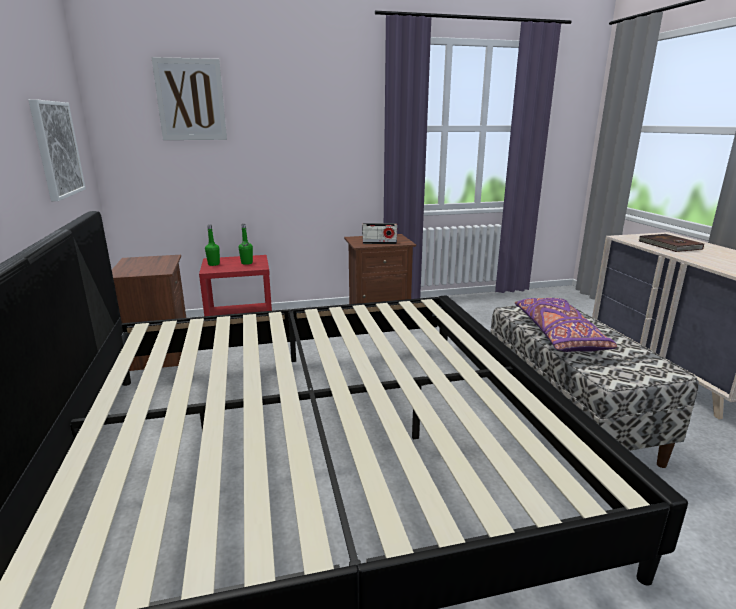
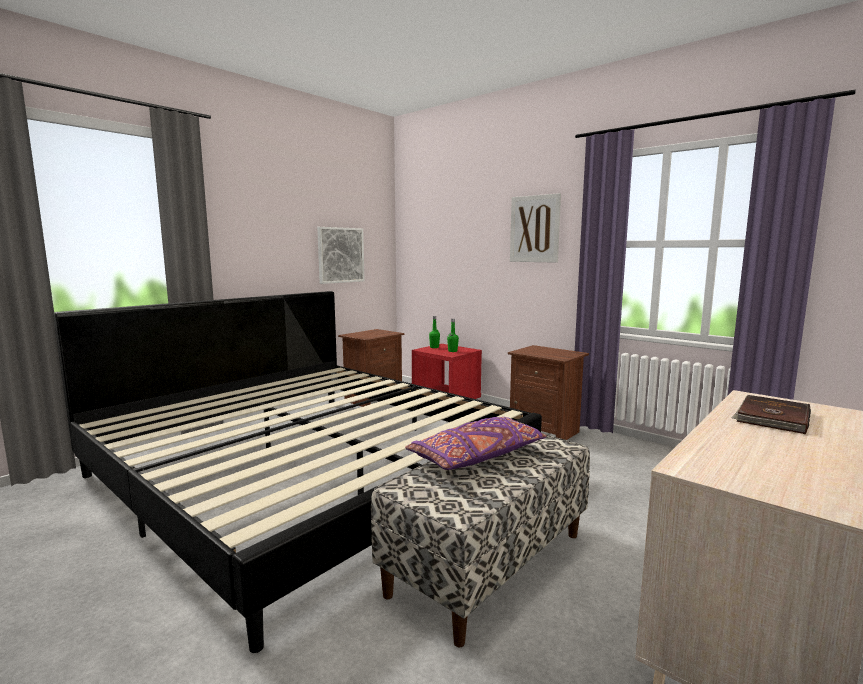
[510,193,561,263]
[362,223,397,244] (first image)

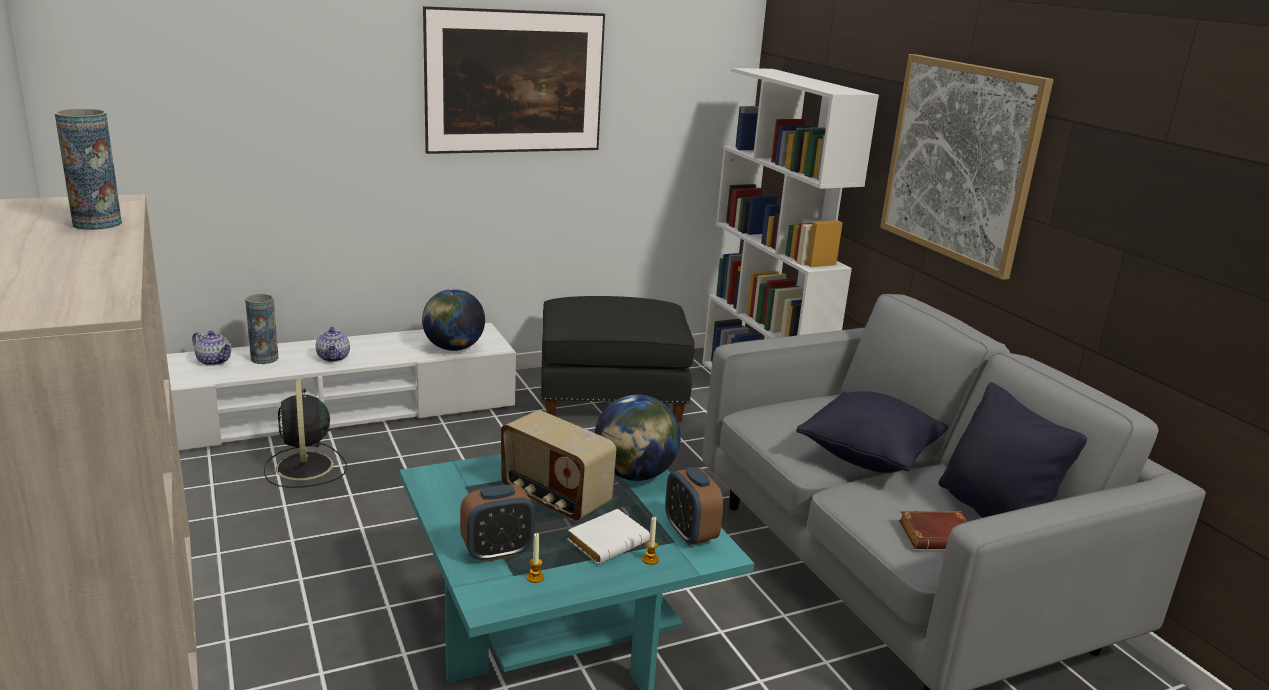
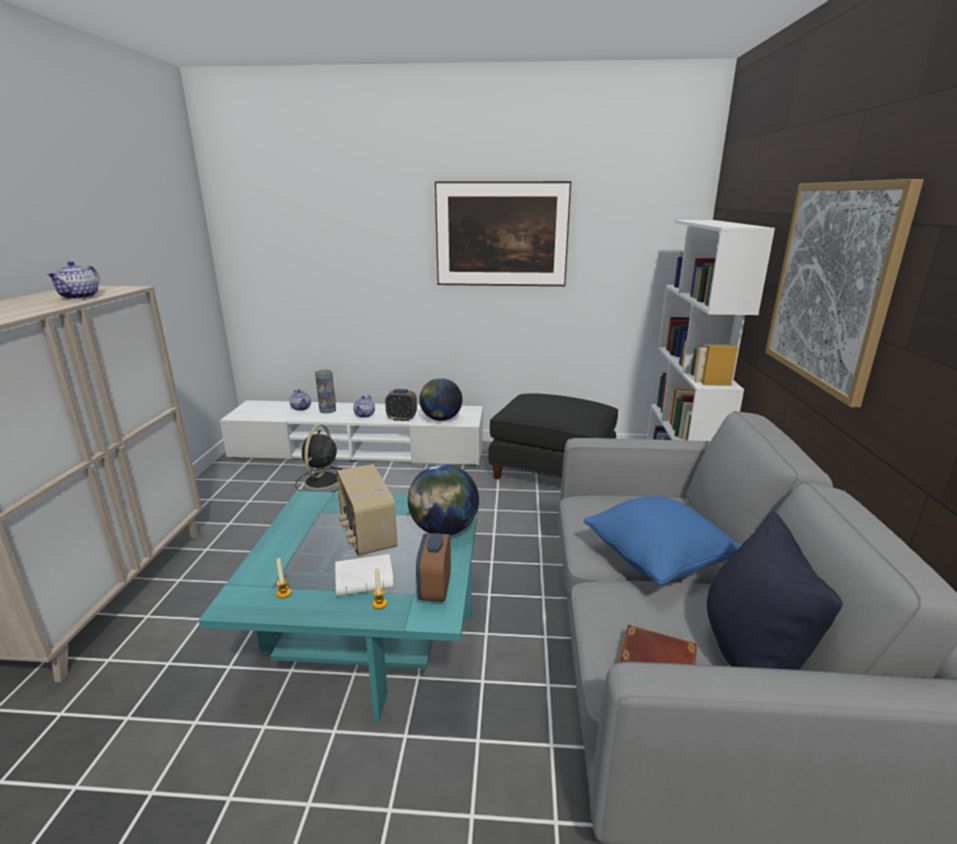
[47,261,100,299]
[583,496,742,585]
[385,389,417,421]

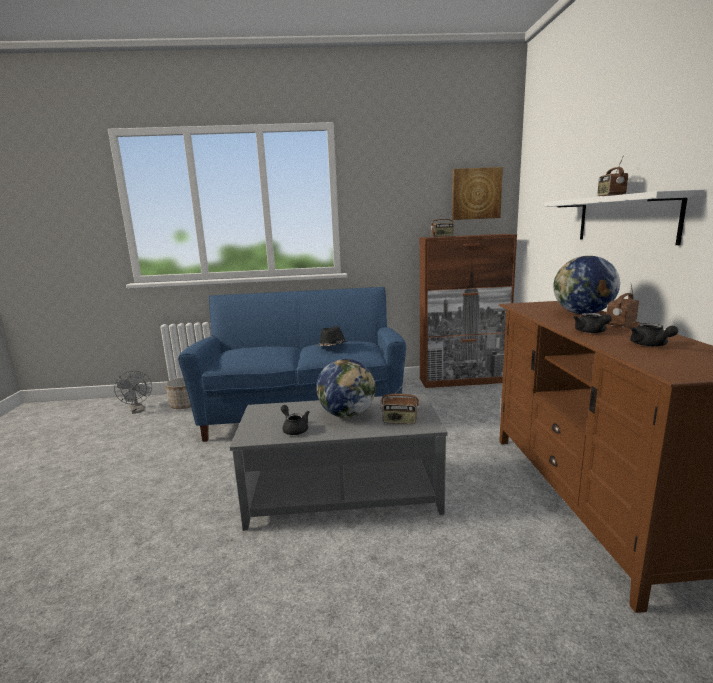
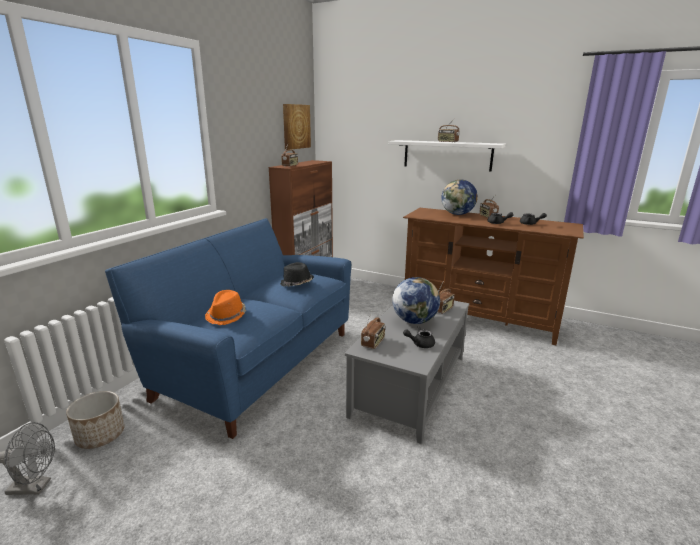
[205,290,246,325]
[361,310,385,349]

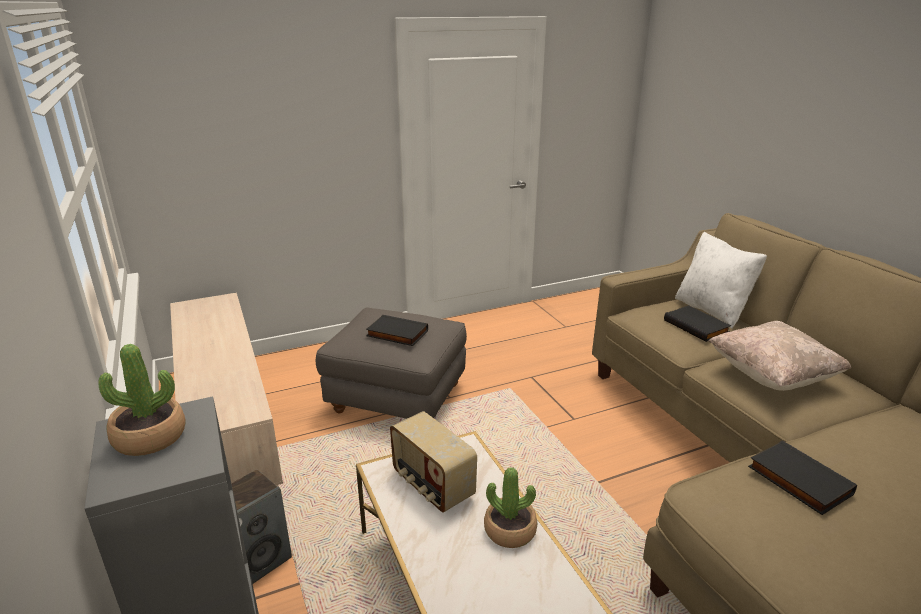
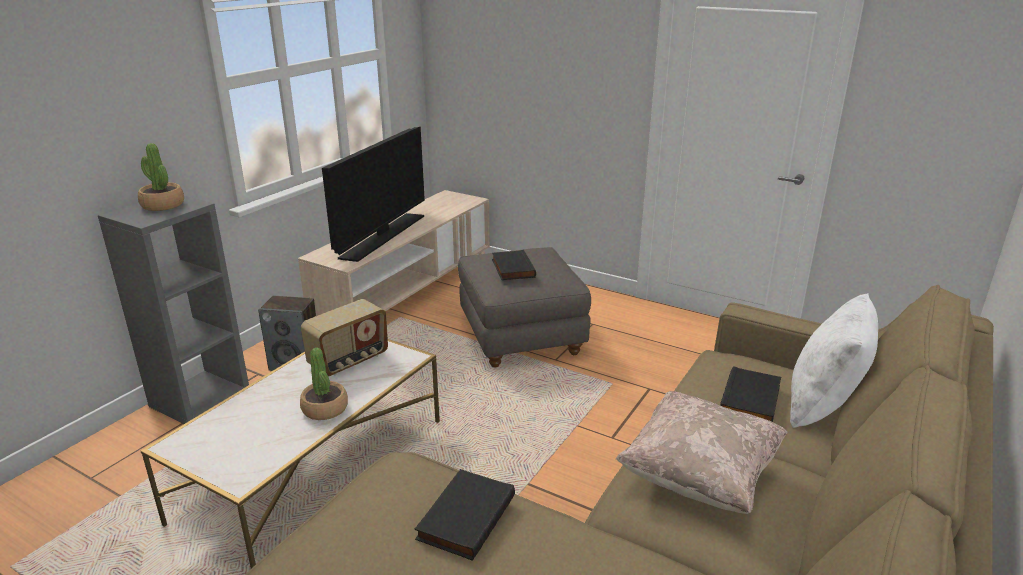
[301,299,388,376]
[322,126,425,262]

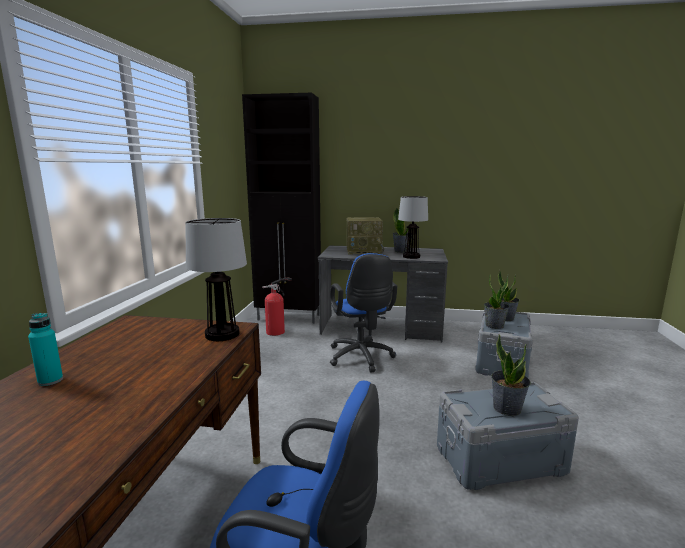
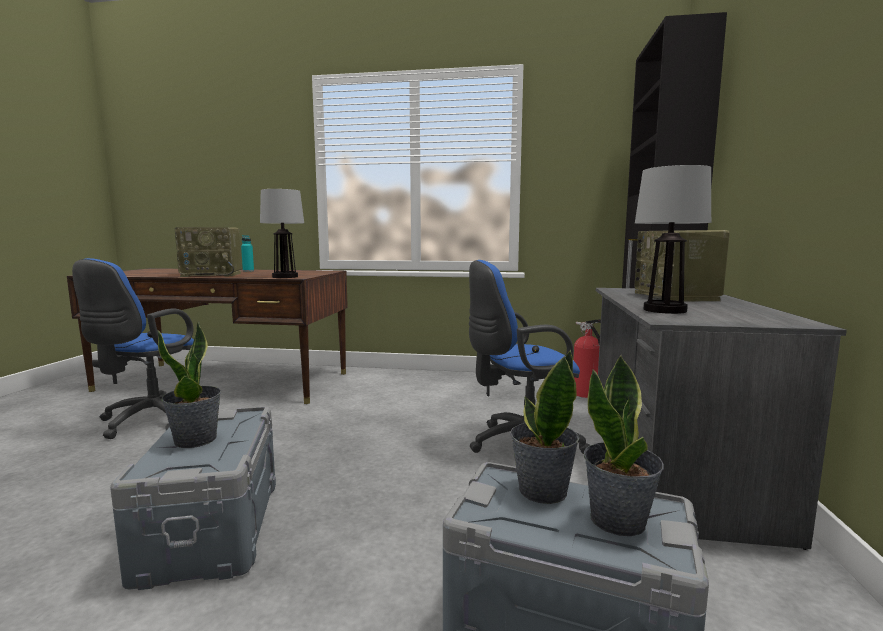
[393,207,412,253] (first image)
[175,227,242,277]

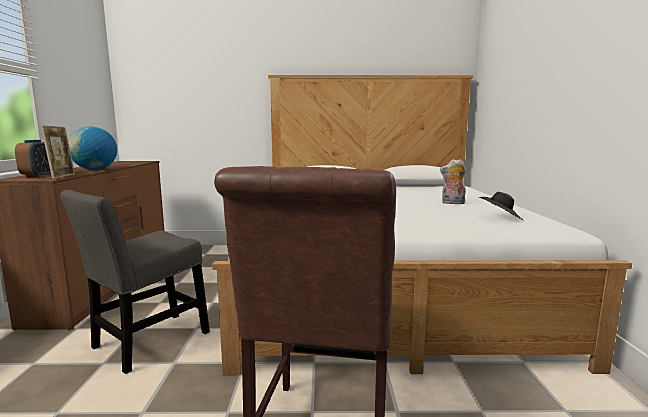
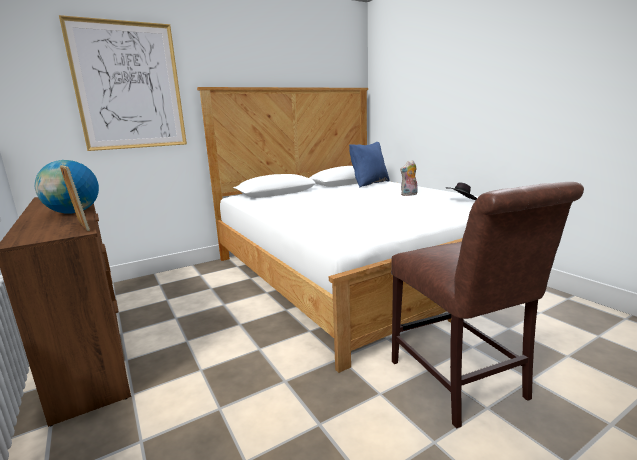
[15,140,51,177] (first image)
[60,189,210,374] (first image)
[59,15,187,151]
[349,142,390,188]

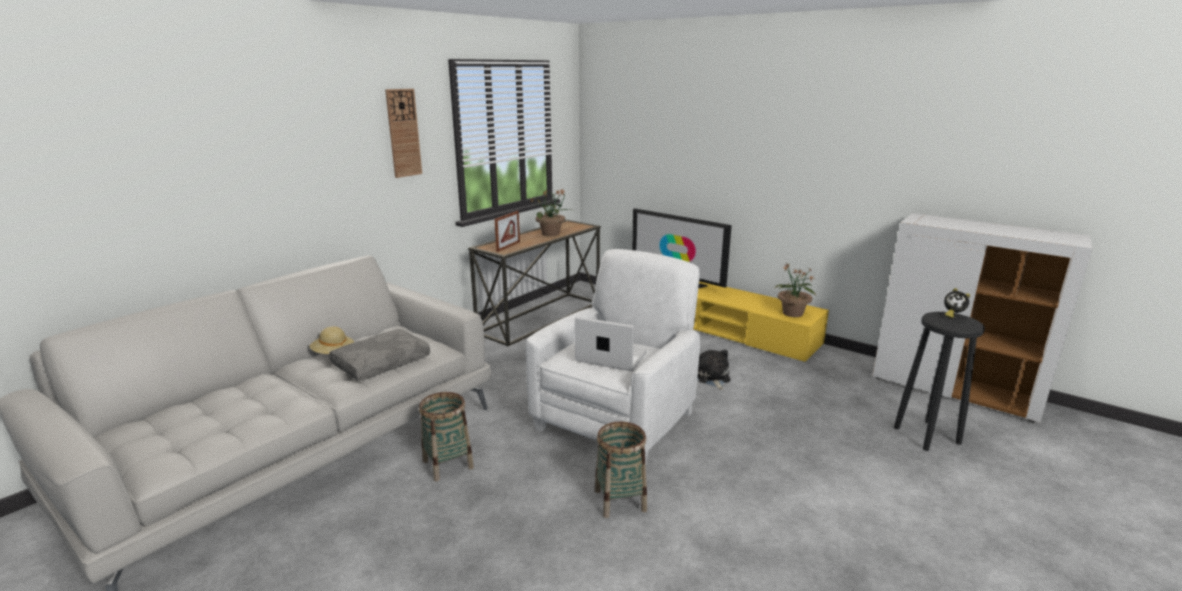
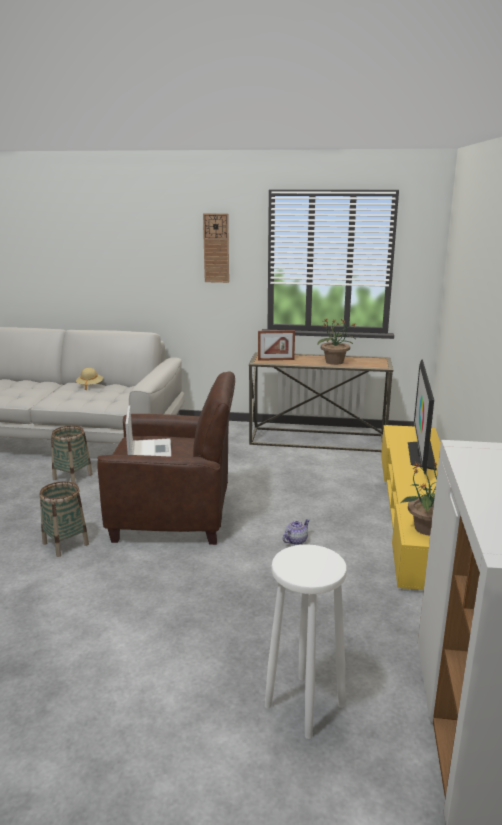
[97,371,235,545]
[944,288,970,318] (first image)
[265,544,347,739]
[329,329,430,381] (first image)
[283,519,310,545]

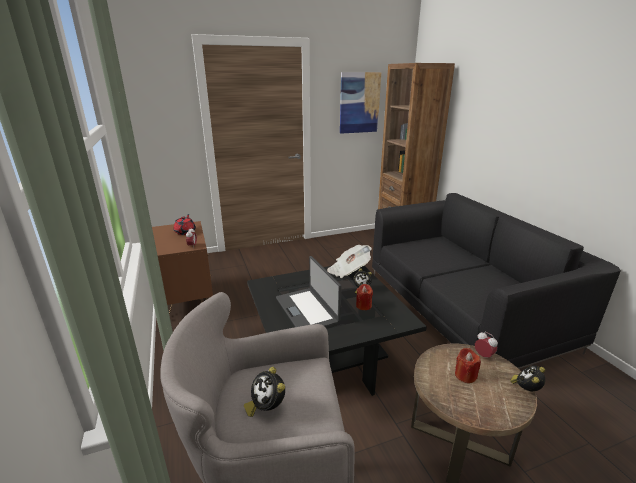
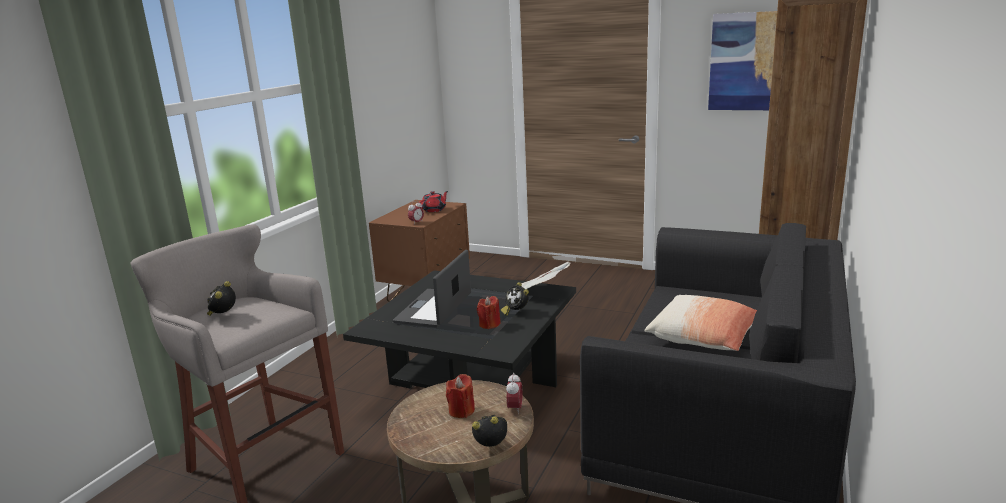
[645,295,757,351]

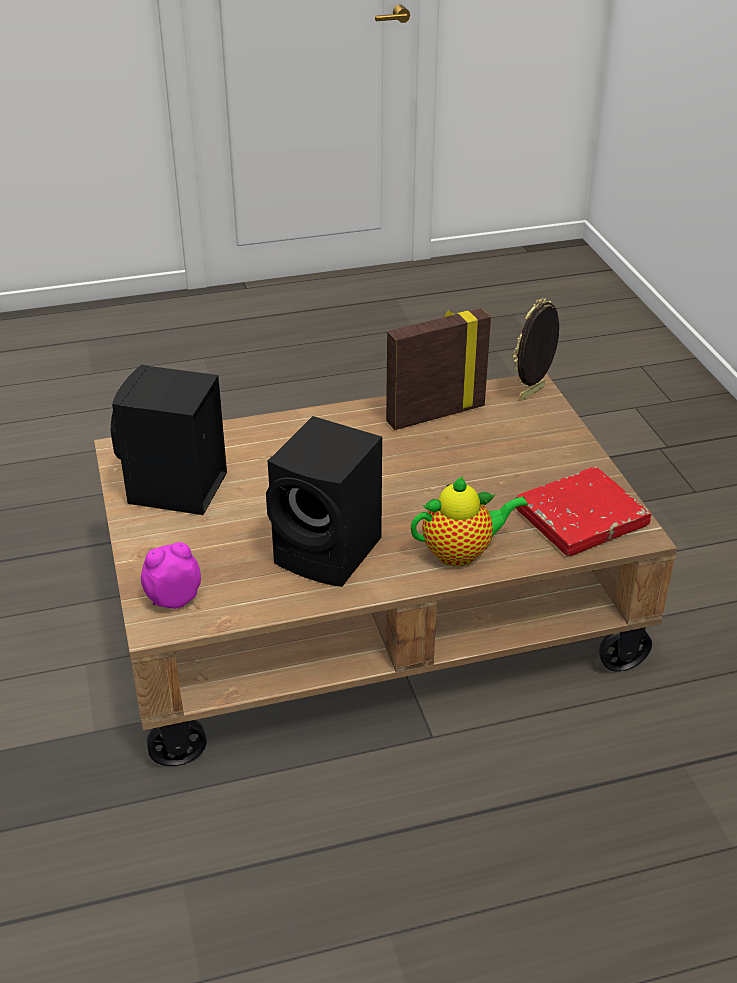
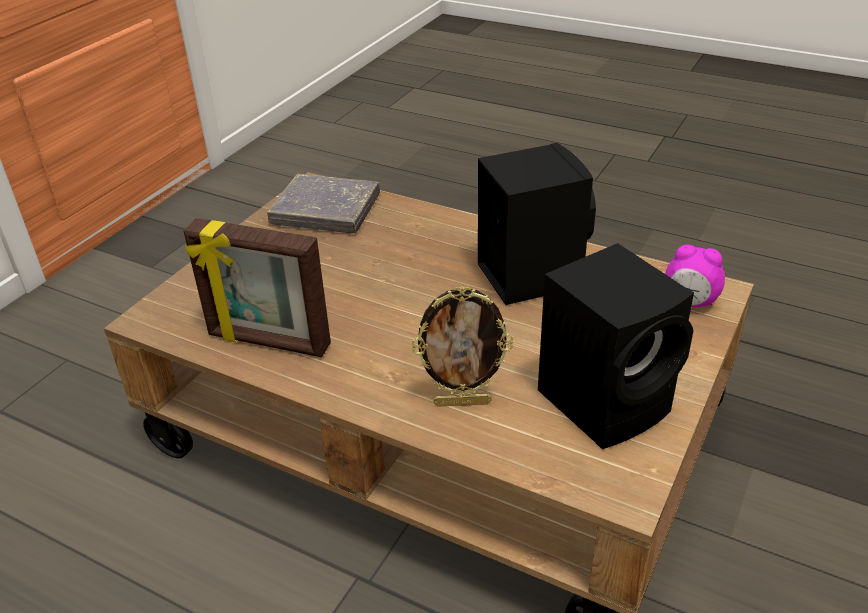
[411,286,514,407]
[267,174,380,234]
[411,476,528,566] (first image)

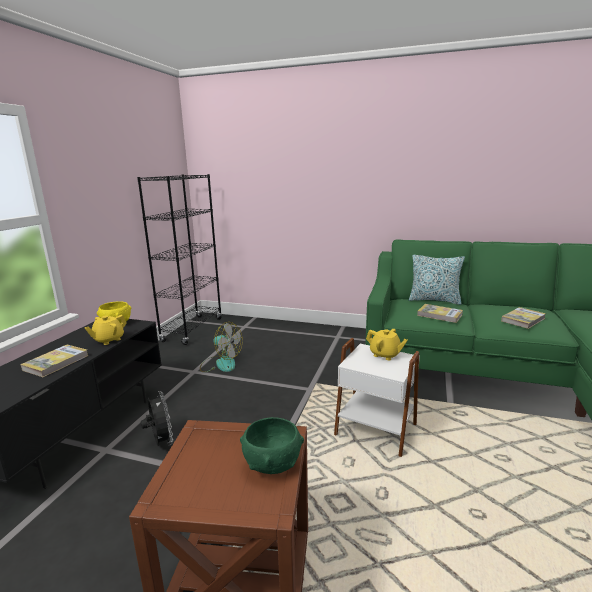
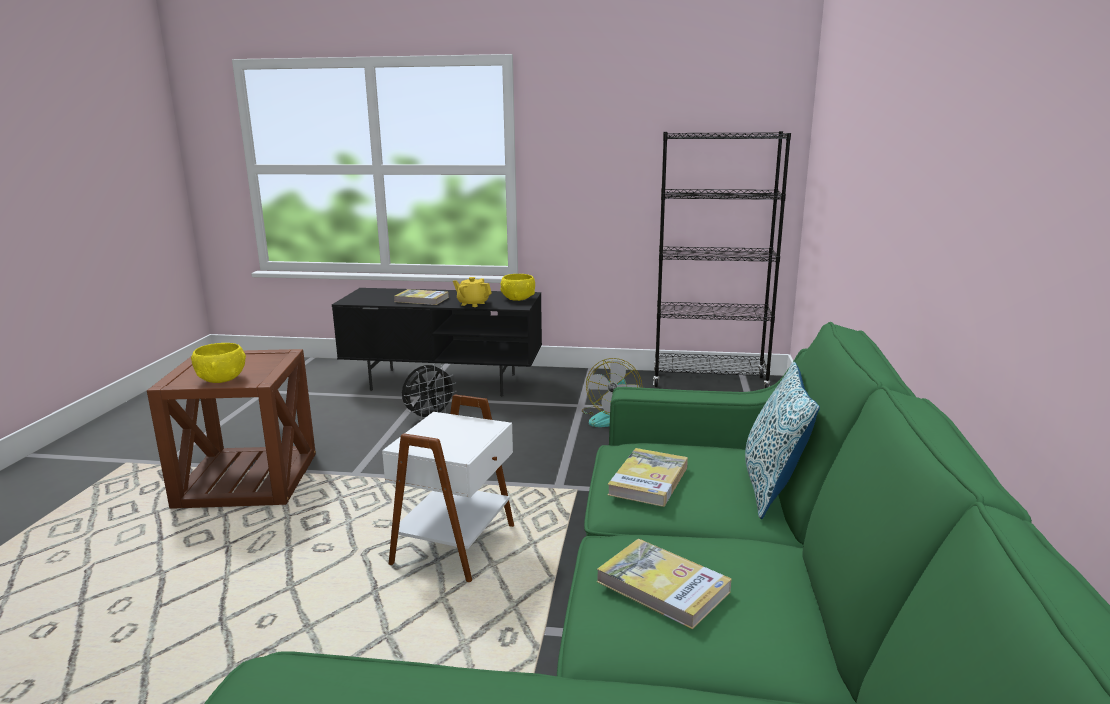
[366,329,408,360] (first image)
[191,343,246,383]

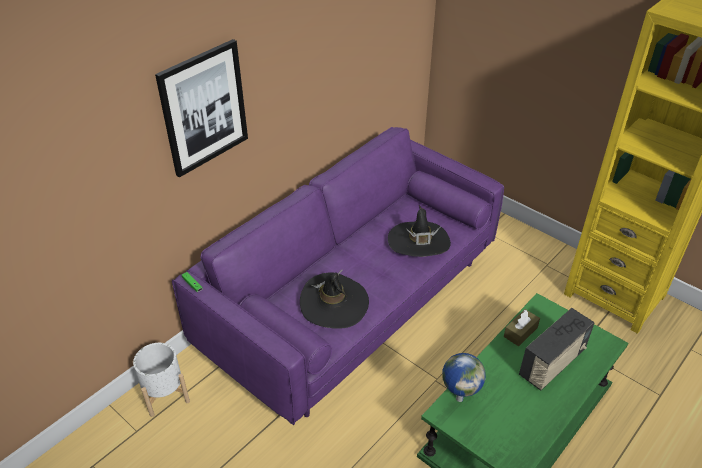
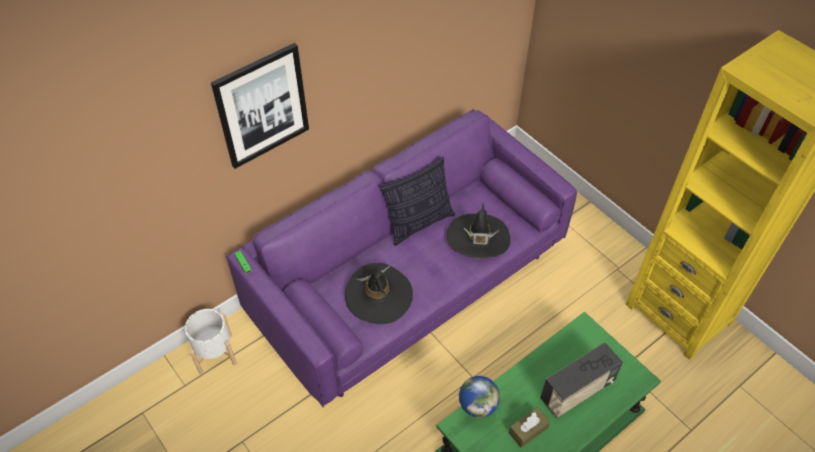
[509,407,550,448]
[380,157,455,246]

